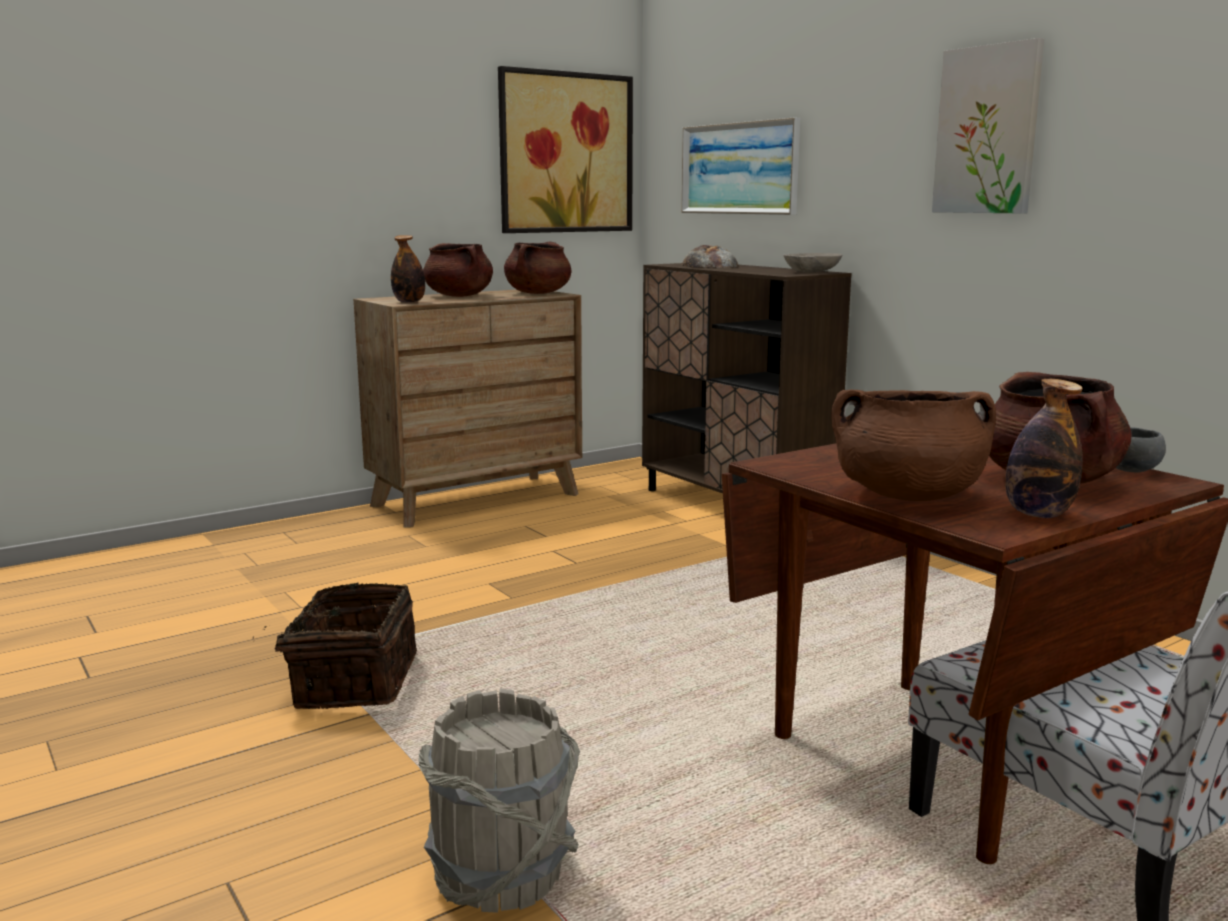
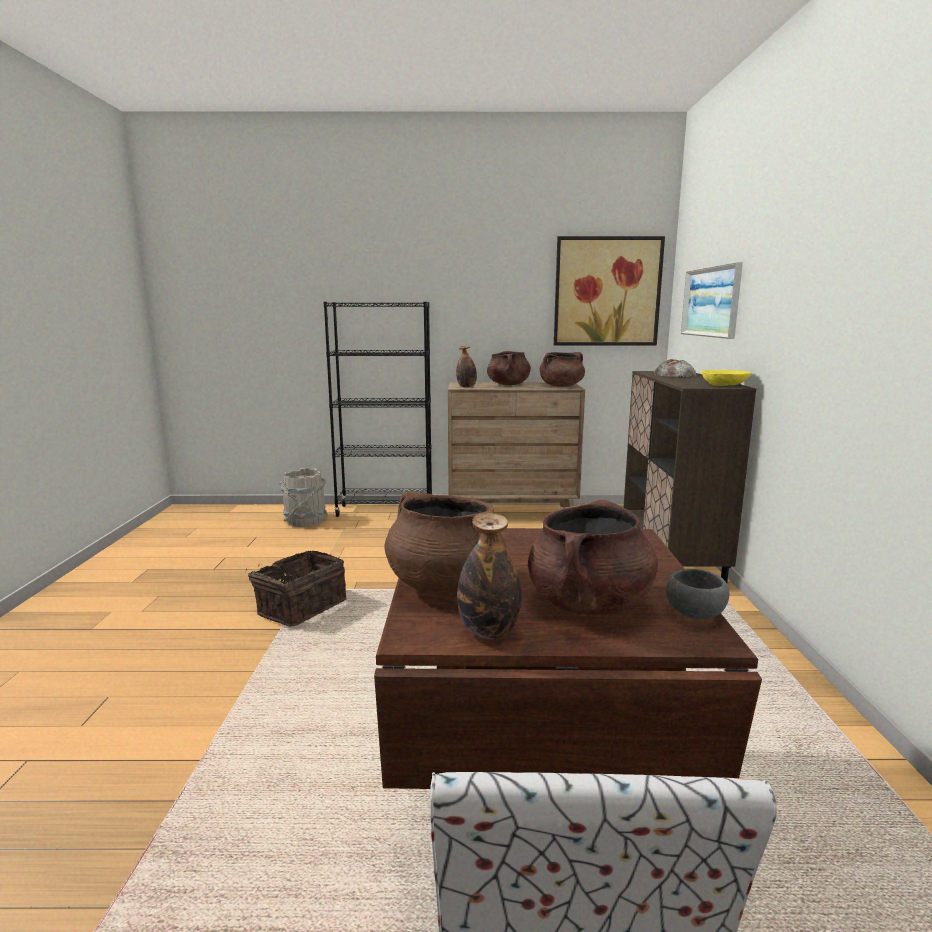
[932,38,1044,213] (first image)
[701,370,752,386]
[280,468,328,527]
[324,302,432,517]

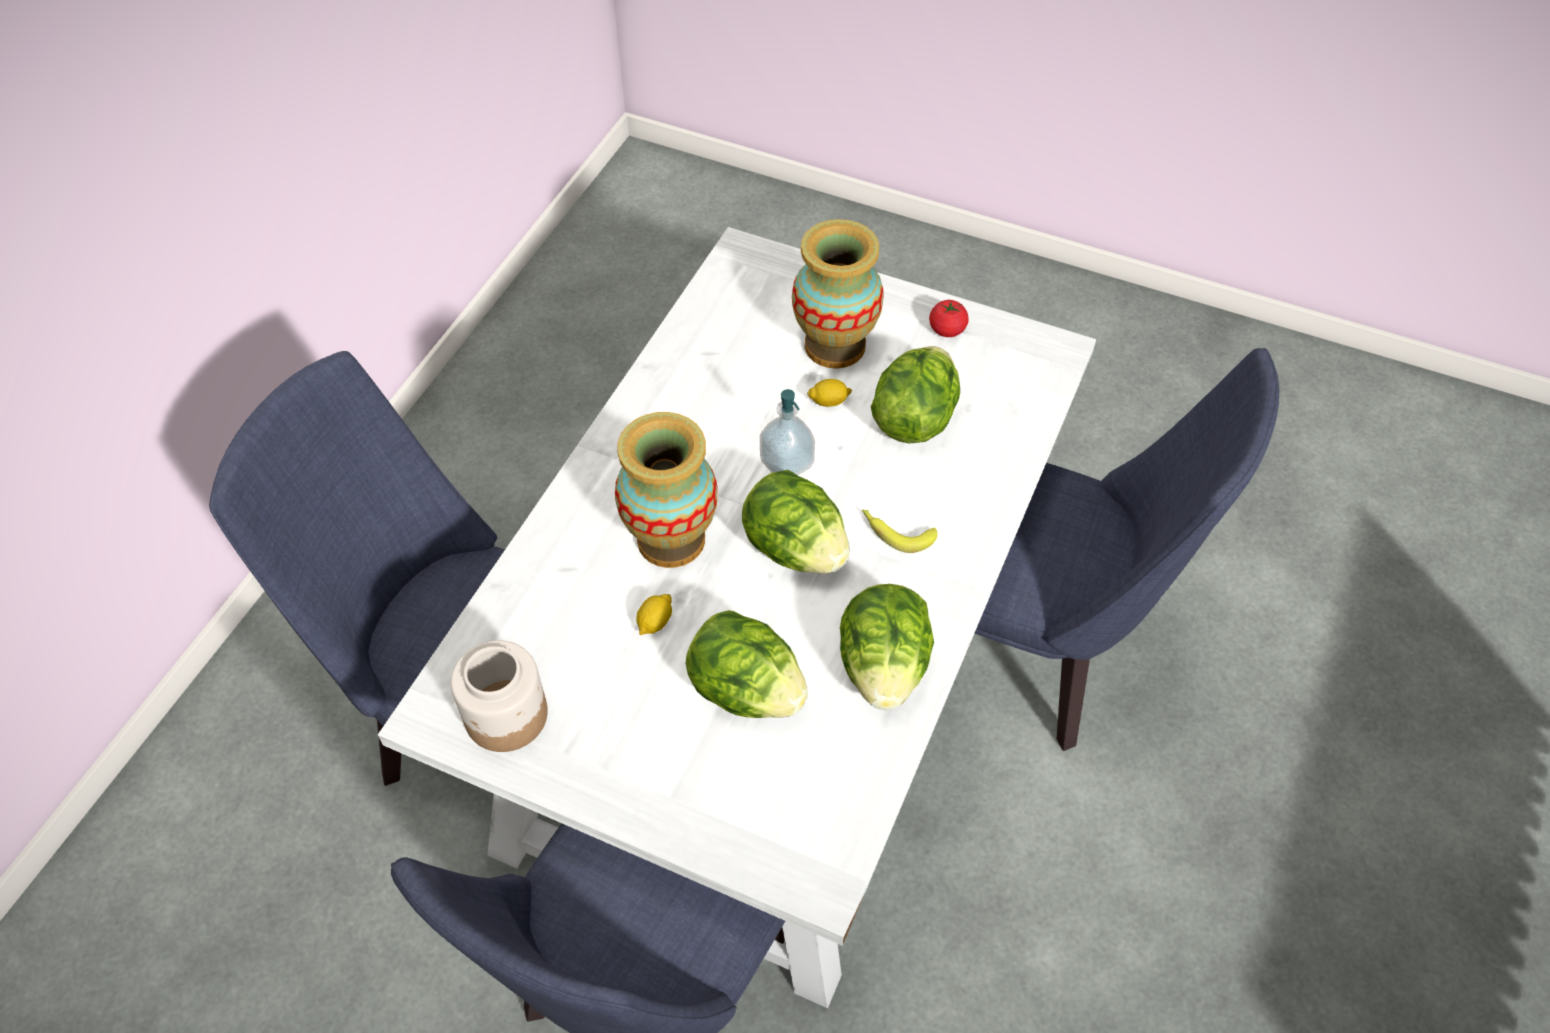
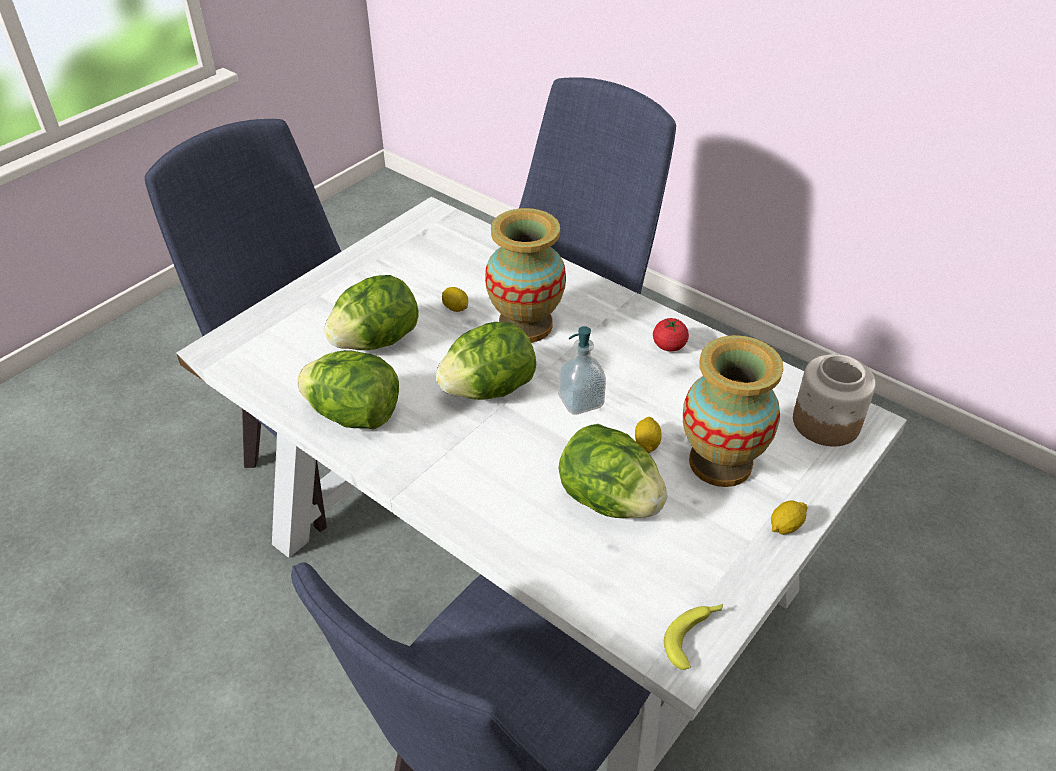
[653,318,689,352]
[664,604,723,670]
[793,354,876,446]
[771,500,808,535]

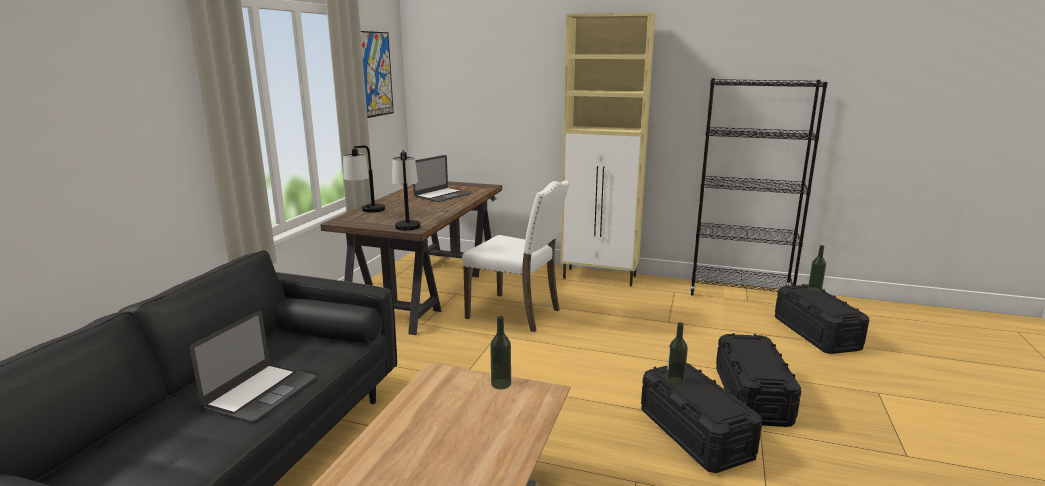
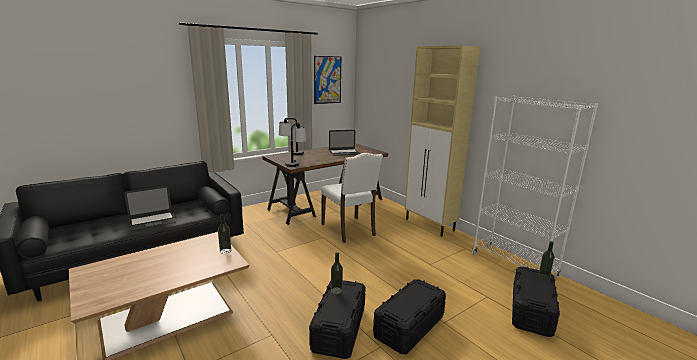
[472,96,599,278]

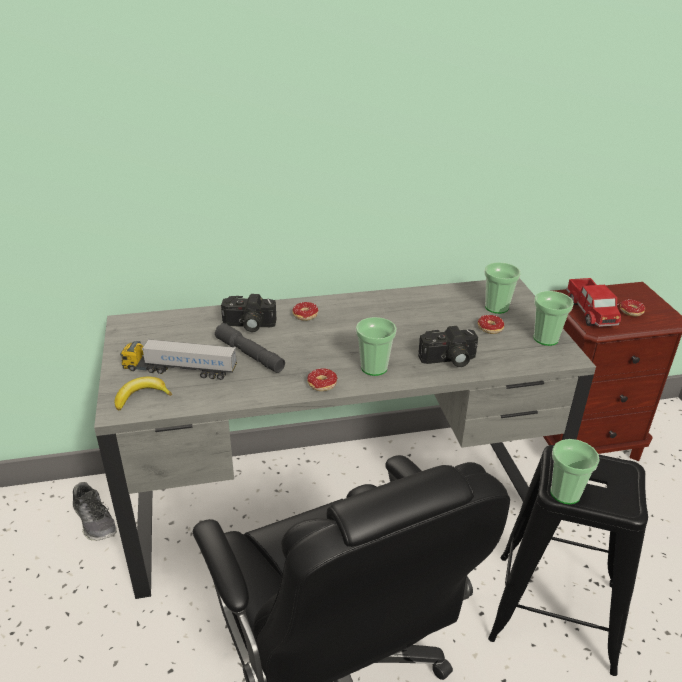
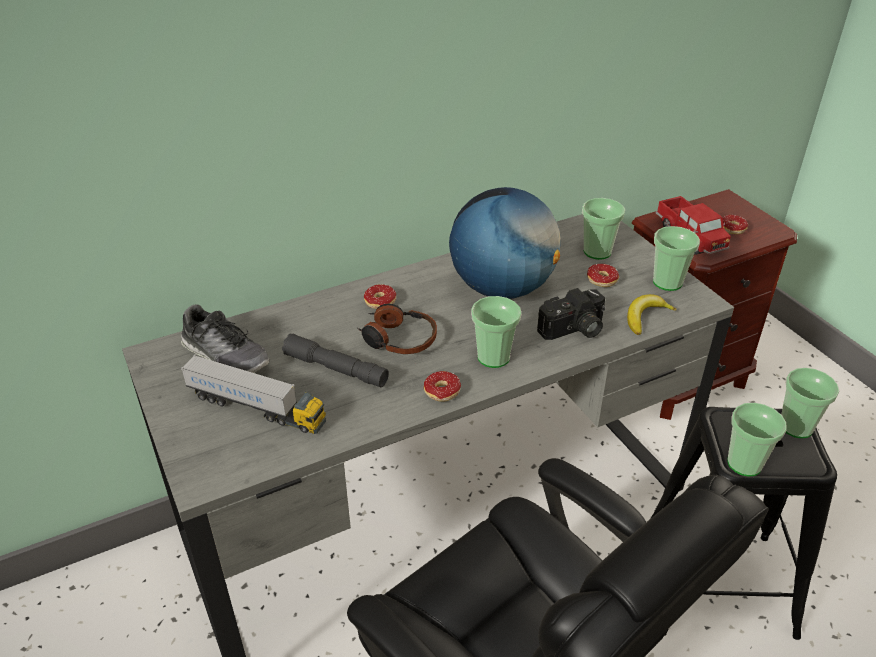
[221,294,277,332] (first image)
[181,354,326,434]
[627,294,677,335]
[181,305,271,373]
[449,187,561,299]
[357,304,437,354]
[781,368,840,438]

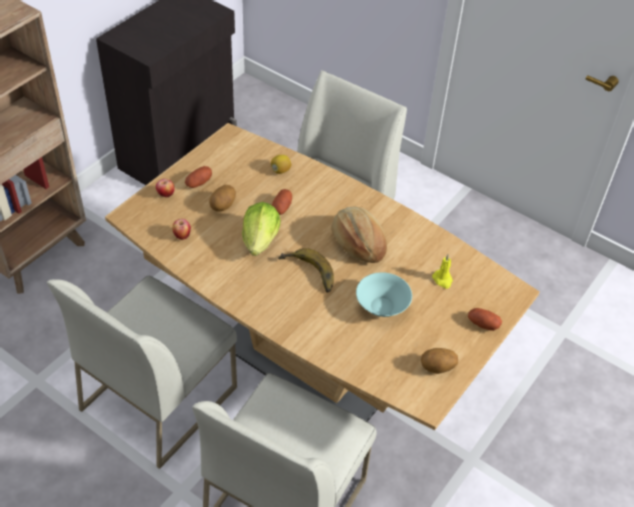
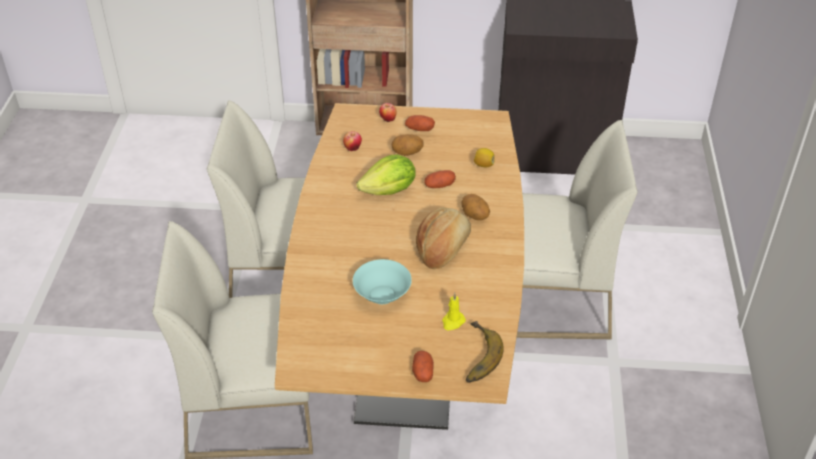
[466,321,504,383]
[461,194,490,220]

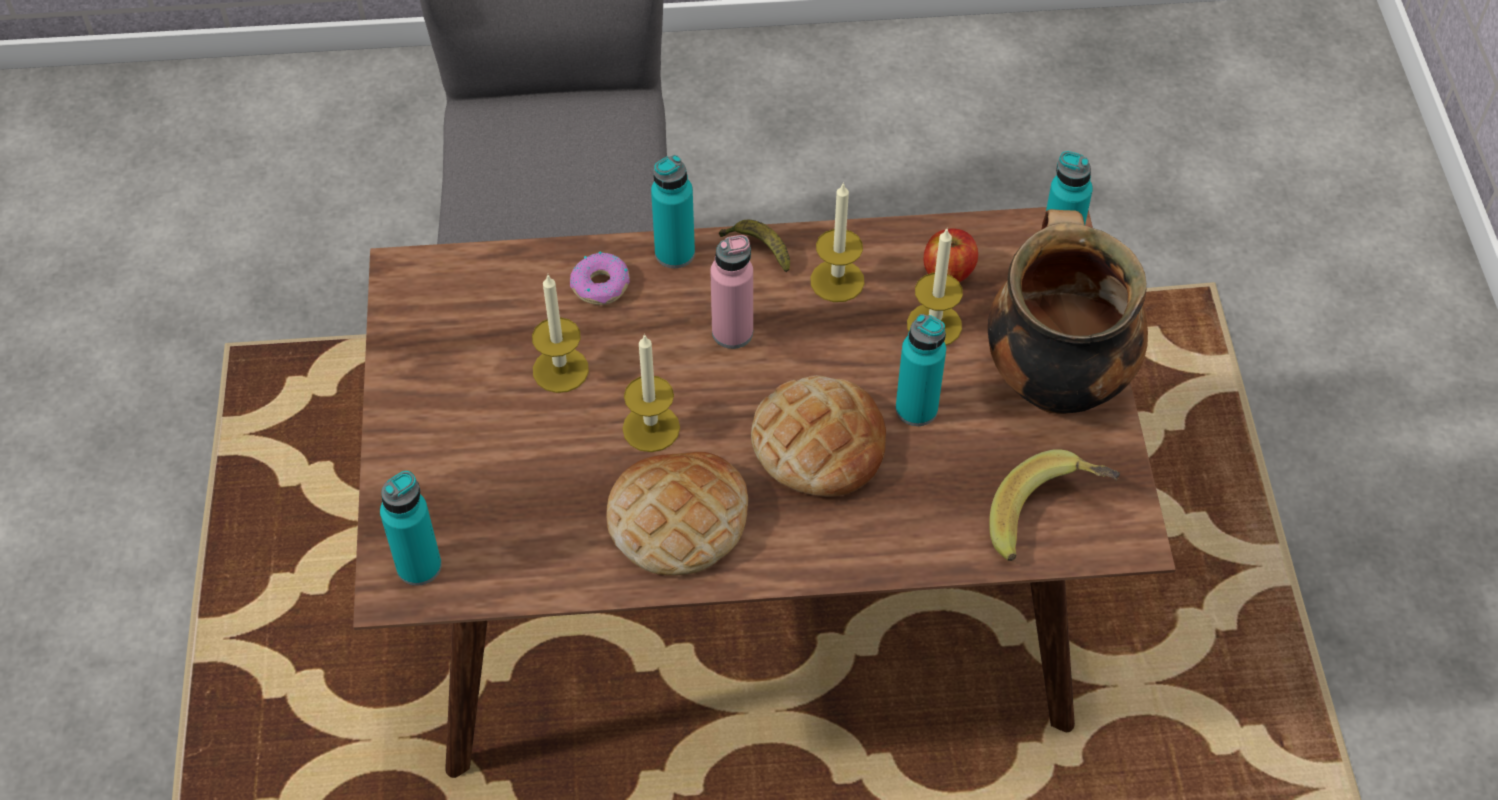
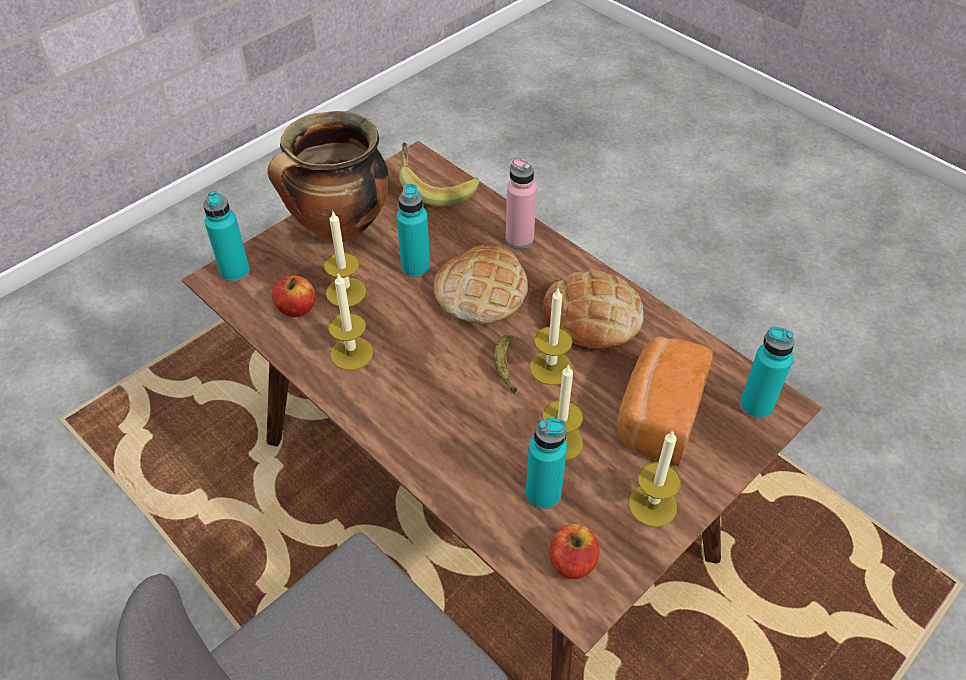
[526,418,567,509]
[494,335,517,394]
[506,157,537,249]
[570,252,630,305] (first image)
[617,336,714,466]
[628,430,681,527]
[550,524,600,579]

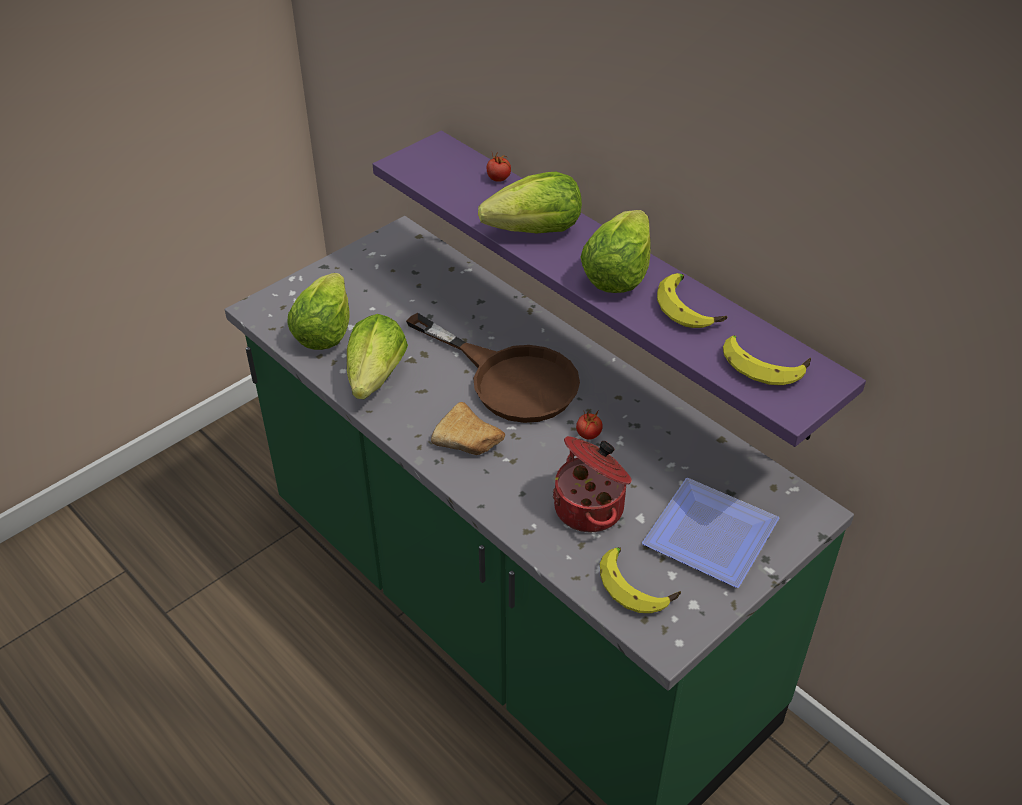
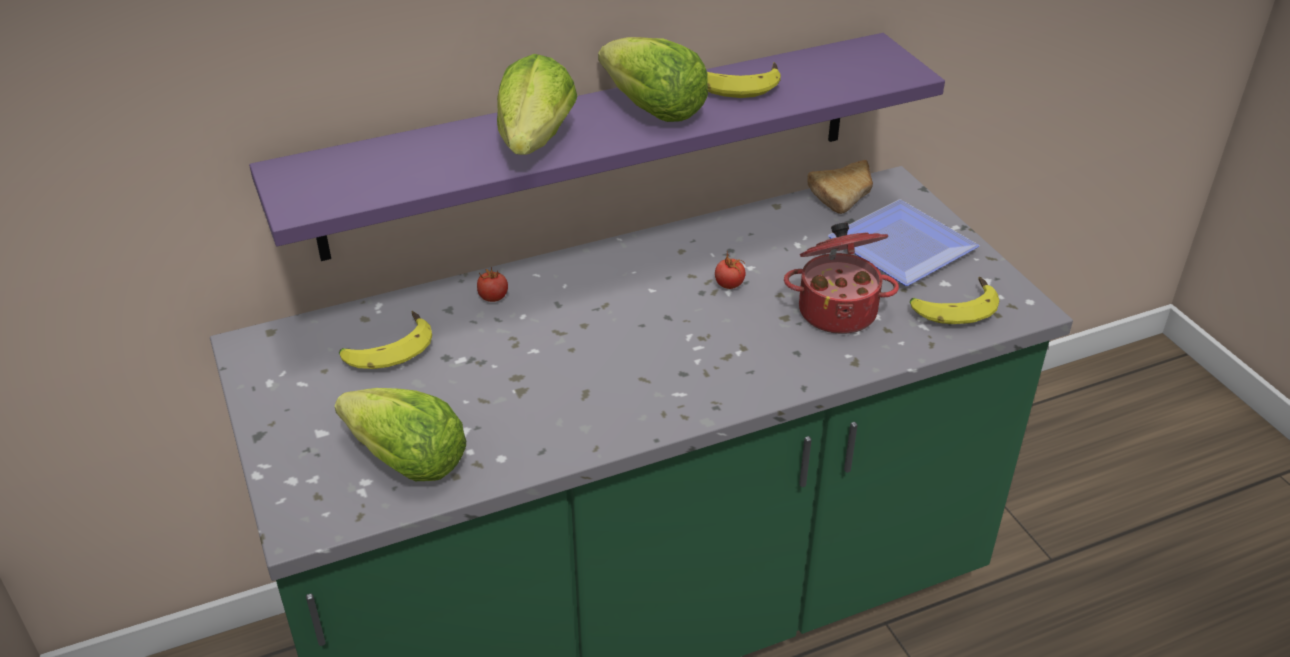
[477,267,508,302]
[406,313,580,423] (first image)
[347,314,408,399] (first image)
[339,311,432,369]
[807,160,873,214]

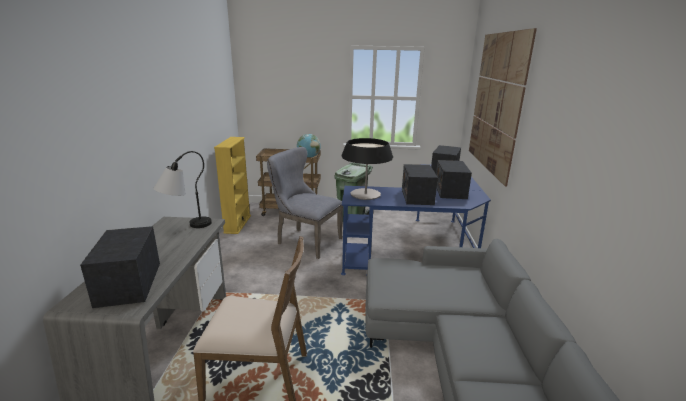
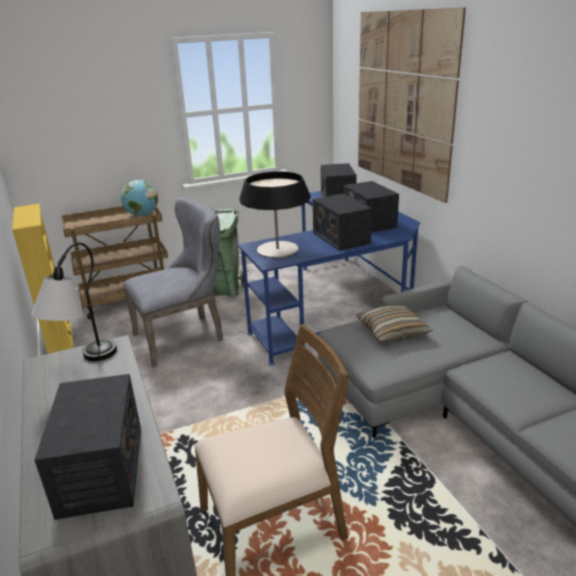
[123,198,223,367]
[35,374,141,520]
[356,305,433,342]

